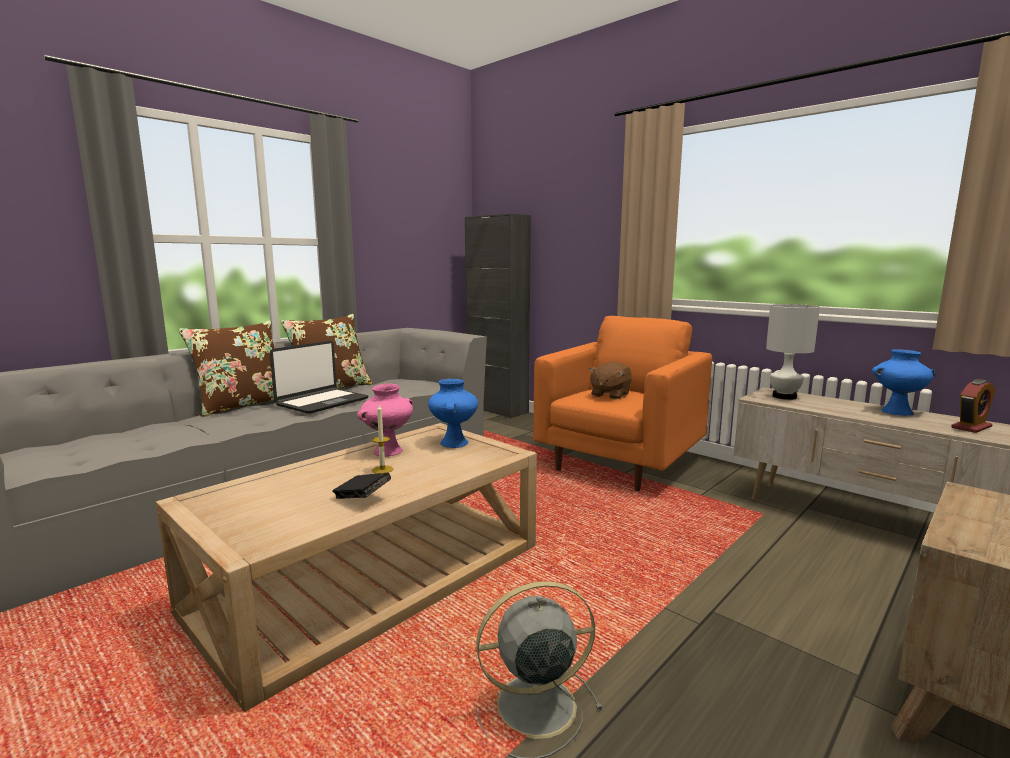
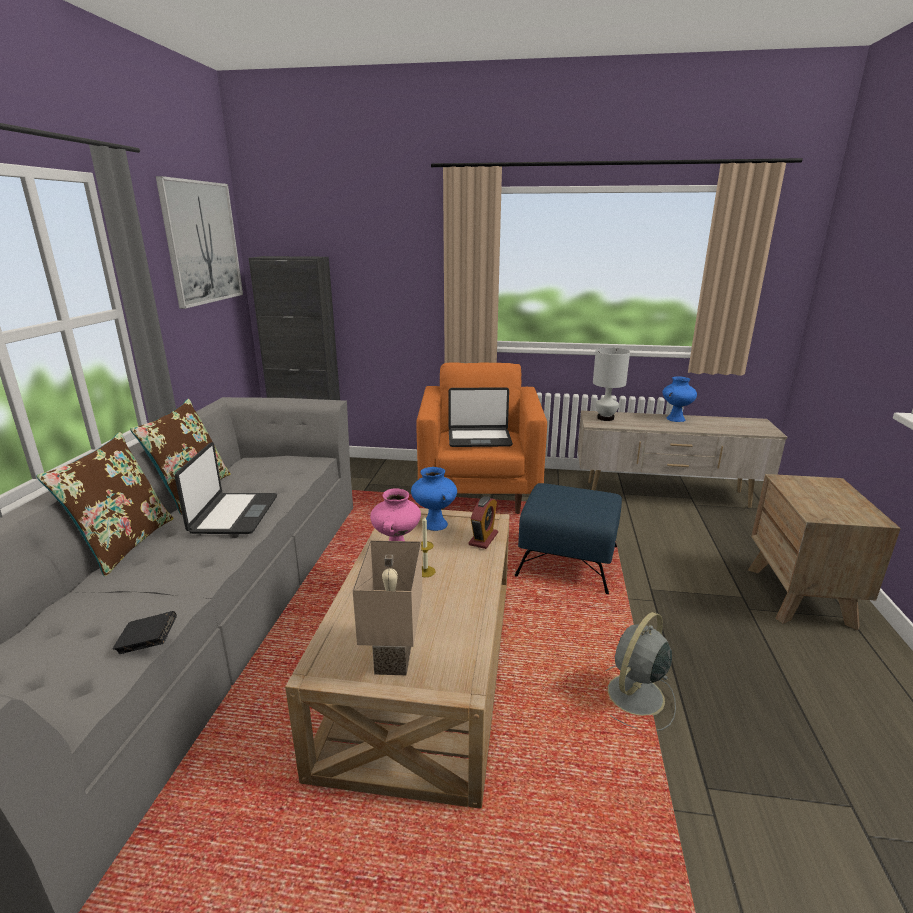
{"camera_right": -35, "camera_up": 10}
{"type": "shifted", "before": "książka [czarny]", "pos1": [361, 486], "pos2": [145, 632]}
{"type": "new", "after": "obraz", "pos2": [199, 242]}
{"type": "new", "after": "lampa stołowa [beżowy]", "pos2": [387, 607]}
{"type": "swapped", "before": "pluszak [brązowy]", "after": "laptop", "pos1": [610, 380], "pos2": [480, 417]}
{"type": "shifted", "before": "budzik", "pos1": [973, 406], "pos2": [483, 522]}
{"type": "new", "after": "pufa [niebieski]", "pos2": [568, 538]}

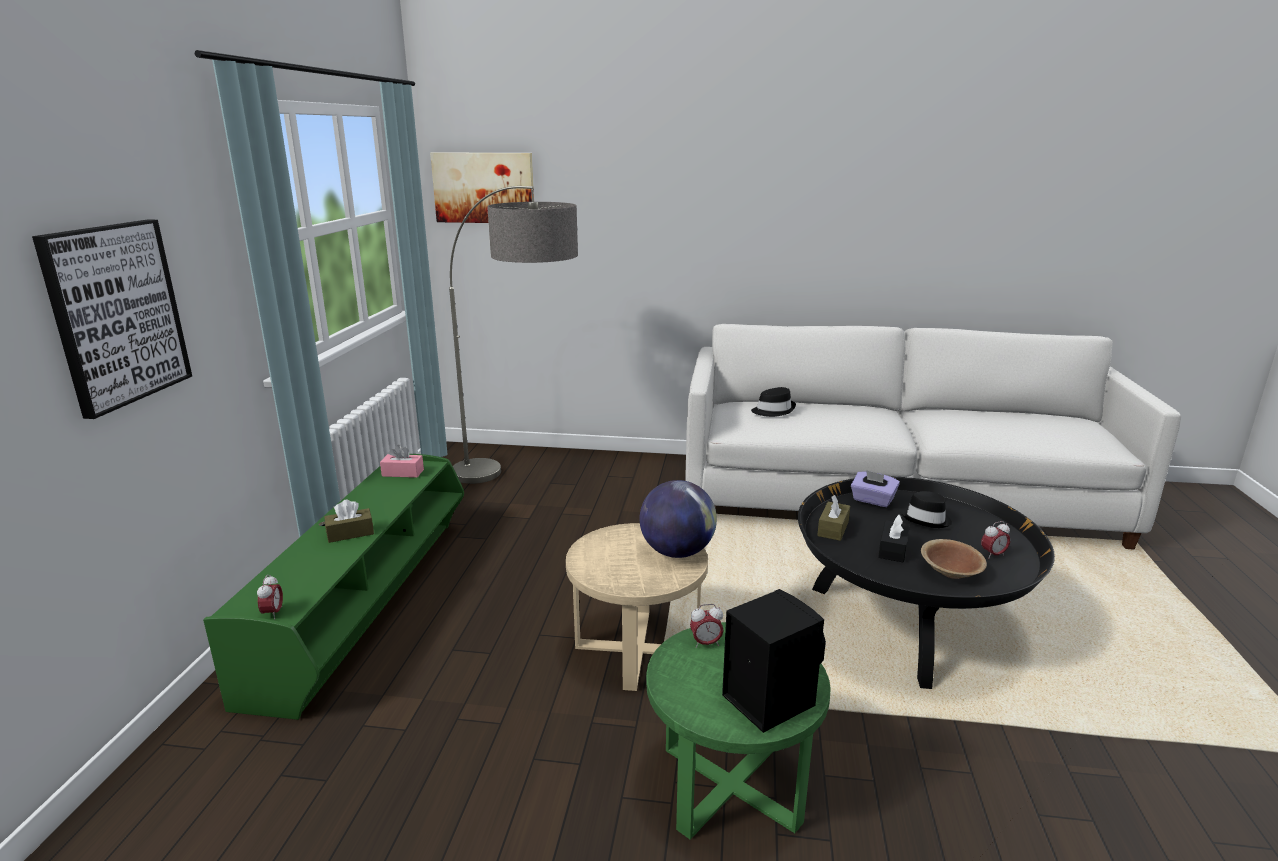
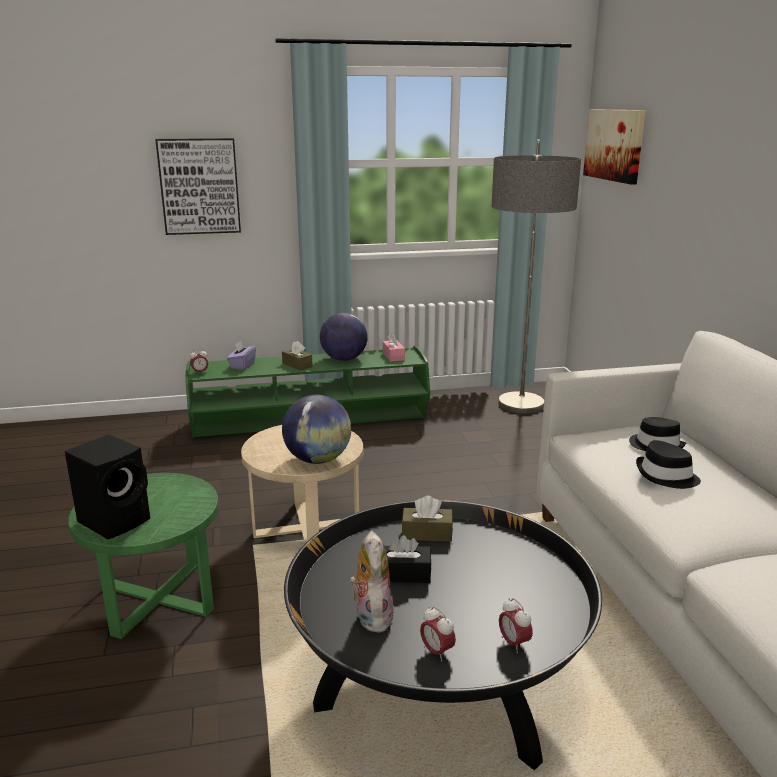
{"camera_right": 70, "camera_up": 0}
{"type": "shifted", "before": "pudełko chusteczek [fioletowy]", "pos1": [875, 488], "pos2": [241, 355]}
{"type": "new", "after": "globus", "pos2": [344, 337]}
{"type": "swapped", "before": "miska [brązowy]", "after": "pluszak", "pos1": [954, 559], "pos2": [371, 582]}
{"type": "shifted", "before": "budzik", "pos1": [707, 626], "pos2": [516, 625]}
{"type": "shifted", "before": "kapelusz [czarny]", "pos1": [926, 509], "pos2": [668, 464]}

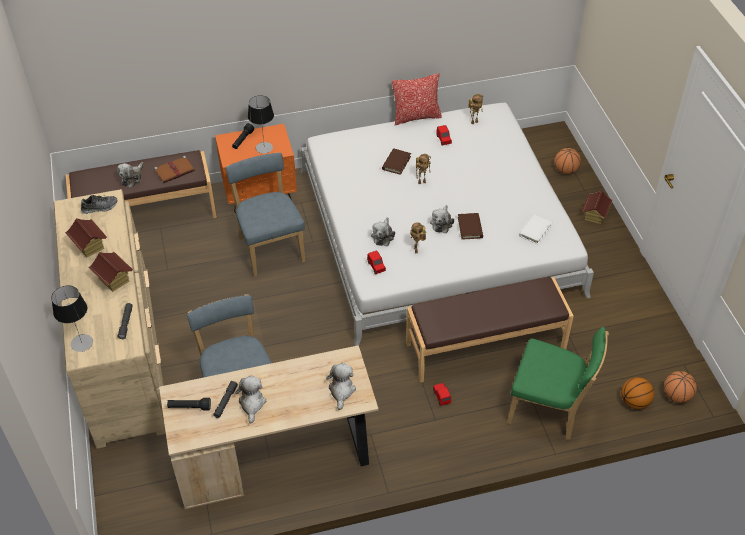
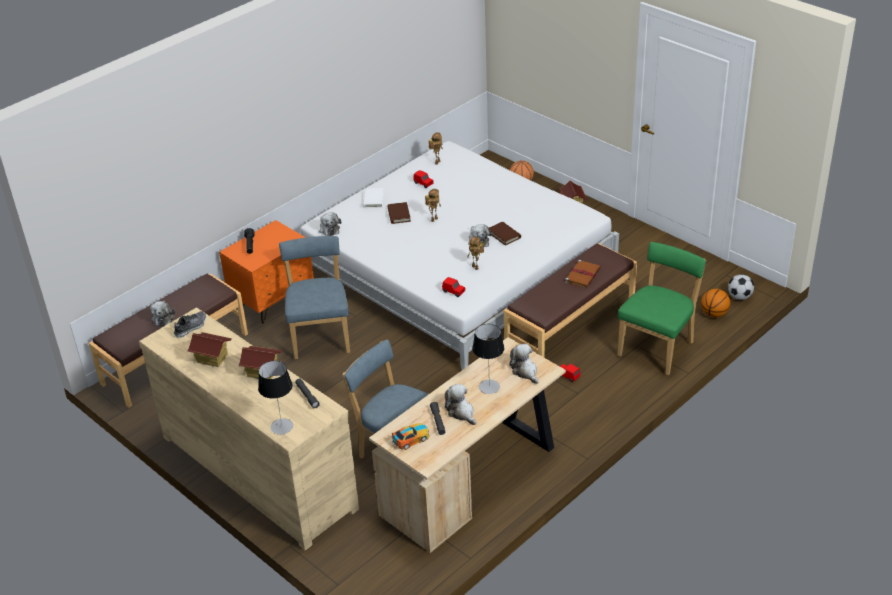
{"camera_right": -30, "camera_up": -10}
{"type": "rotated", "before": "krzesło [niebieski]", "pos1": [265, 214], "pos2": [314, 297], "turn": 45}
{"type": "shifted", "before": "pluszak", "pos1": [383, 232], "pos2": [330, 224]}
{"type": "shifted", "before": "książka [biały]", "pos1": [535, 229], "pos2": [373, 198]}
{"type": "swapped", "before": "latarka [czarny]", "after": "samochodzik", "pos1": [189, 404], "pos2": [410, 436]}
{"type": "shifted", "before": "lampa stołowa", "pos1": [261, 124], "pos2": [488, 359]}
{"type": "shifted", "before": "książka [brązowy]", "pos1": [174, 169], "pos2": [583, 274]}
{"type": "rotated", "before": "krzesło [zielony]", "pos1": [558, 384], "pos2": [661, 308], "turn": -45}
{"type": "swapped", "before": "piłka do koszykówki", "after": "piłka futbolowa", "pos1": [680, 387], "pos2": [741, 287]}
{"type": "gone", "before": "poduszka", "pos1": [417, 99]}

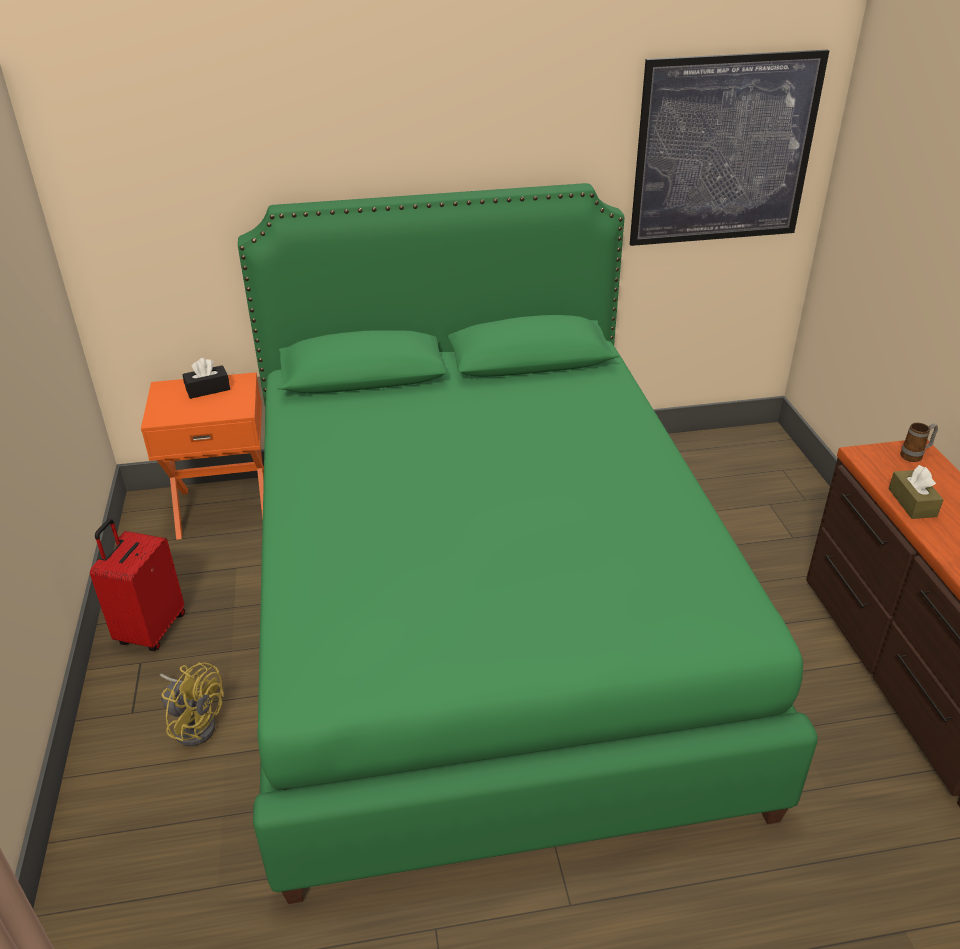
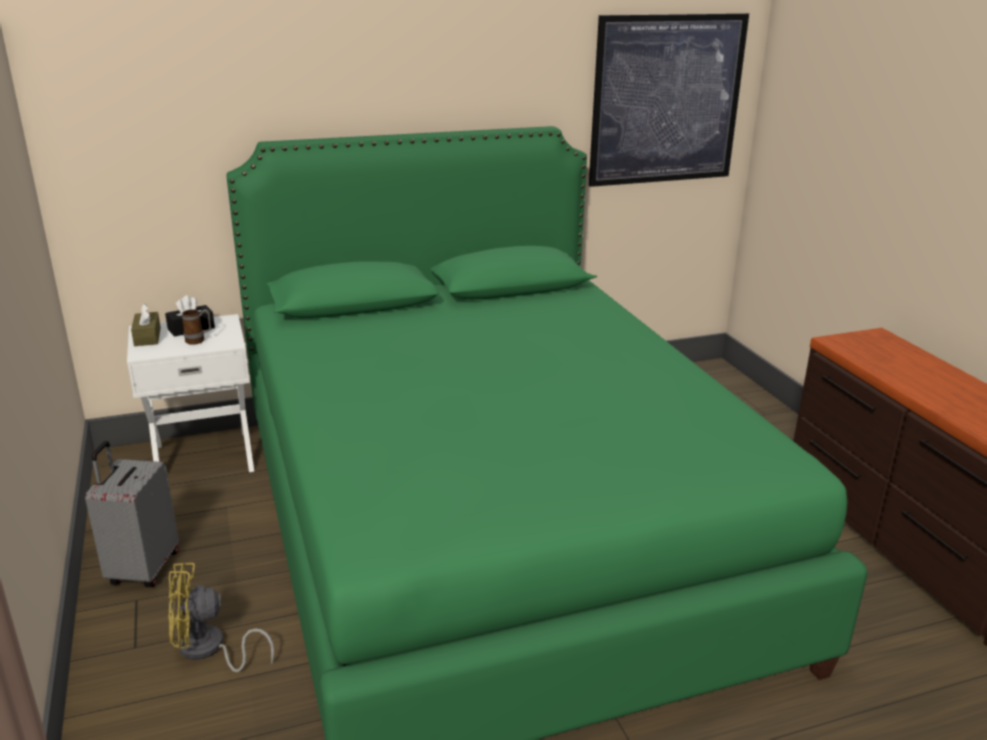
{"camera_right": -10, "camera_up": -10}
{"type": "repainted", "before": "walizka [czerwony]", "after": "walizka [szary]", "pos1": [137, 584], "pos2": [132, 514]}
{"type": "repainted", "before": "szafka nocna [pomarańczowy]", "after": "szafka nocna [biały]", "pos1": [202, 456], "pos2": [190, 393]}
{"type": "shifted", "before": "pudełko chusteczek [brązowy]", "pos1": [916, 492], "pos2": [146, 324]}
{"type": "rotated", "before": "wentylator [żółty]", "pos1": [192, 704], "pos2": [220, 617], "turn": 150}
{"type": "shifted", "before": "kubek", "pos1": [919, 442], "pos2": [196, 327]}

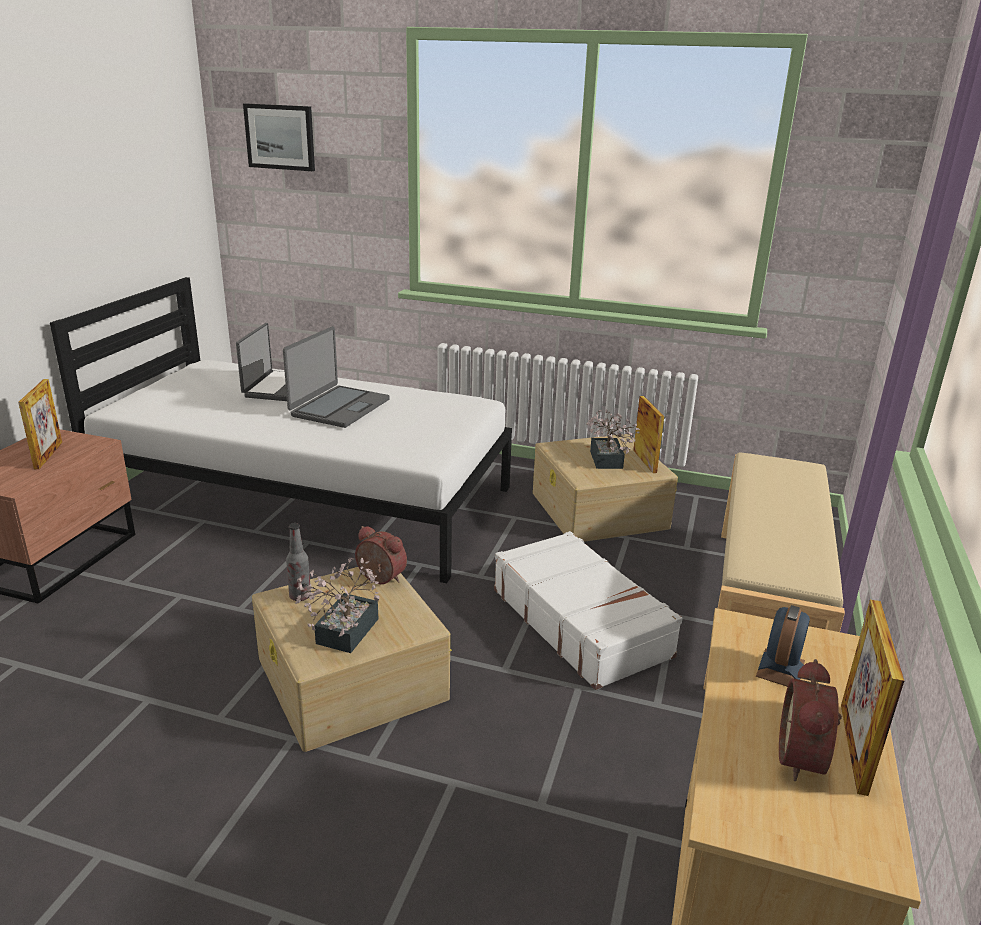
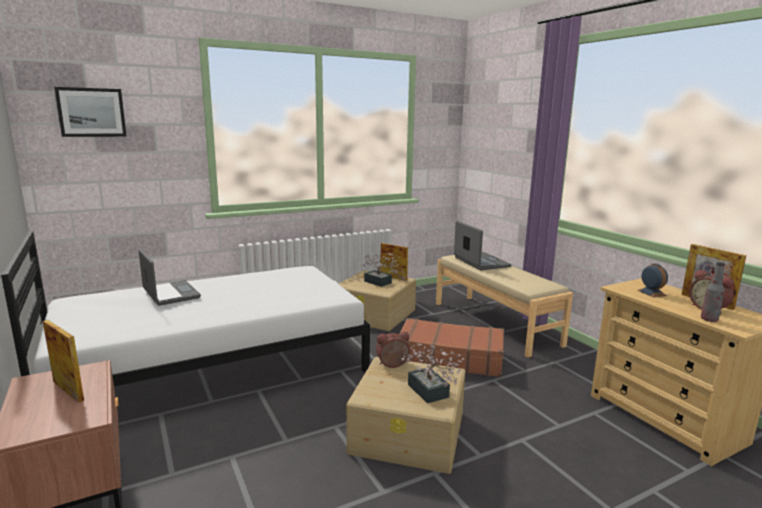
{"camera_right": -45, "camera_up": -10}
{"type": "repainted", "before": "walizka [biały]", "after": "walizka [brązowy]", "pos1": [588, 610], "pos2": [452, 347]}
{"type": "shifted", "before": "laptop", "pos1": [336, 377], "pos2": [482, 245]}
{"type": "shifted", "before": "butelka", "pos1": [298, 562], "pos2": [713, 292]}

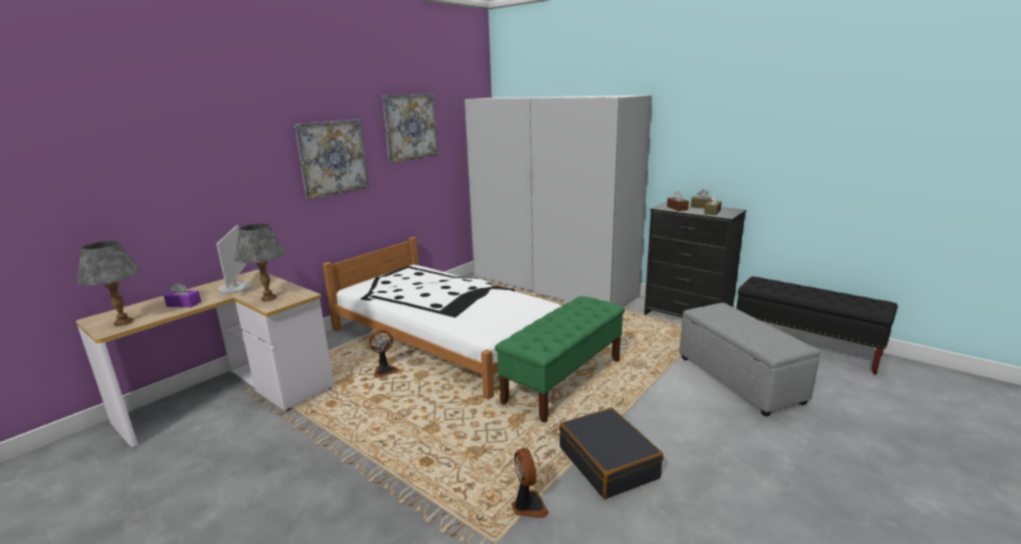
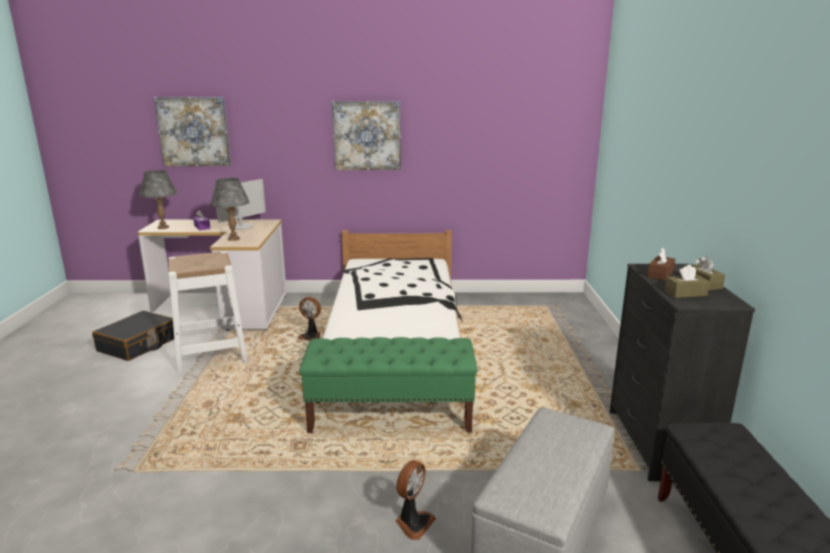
{"camera_right": 50, "camera_up": 0}
{"type": "shifted", "before": "walizka [czarny]", "pos1": [611, 453], "pos2": [133, 336]}
{"type": "shifted", "before": "obraz", "pos1": [410, 128], "pos2": [192, 131]}
{"type": "new", "after": "stołek [biały]", "pos2": [208, 312]}
{"type": "shifted", "before": "wentylator", "pos1": [530, 483], "pos2": [416, 500]}
{"type": "gone", "before": "szafa [biały]", "pos1": [558, 201]}

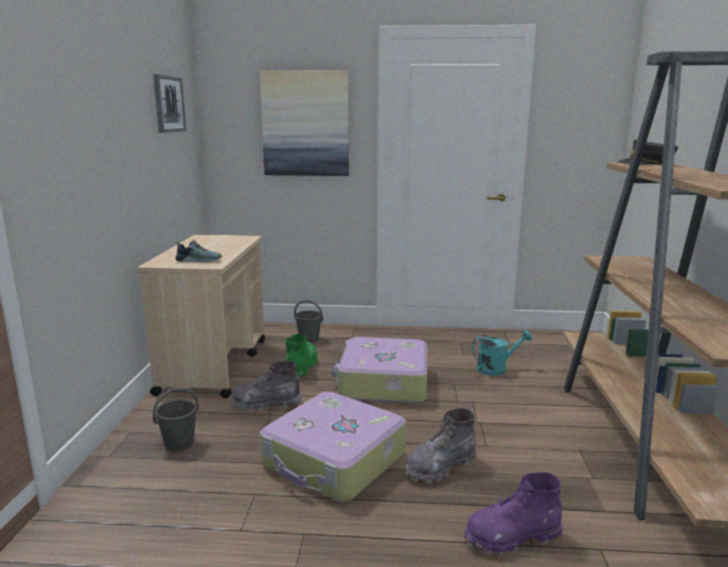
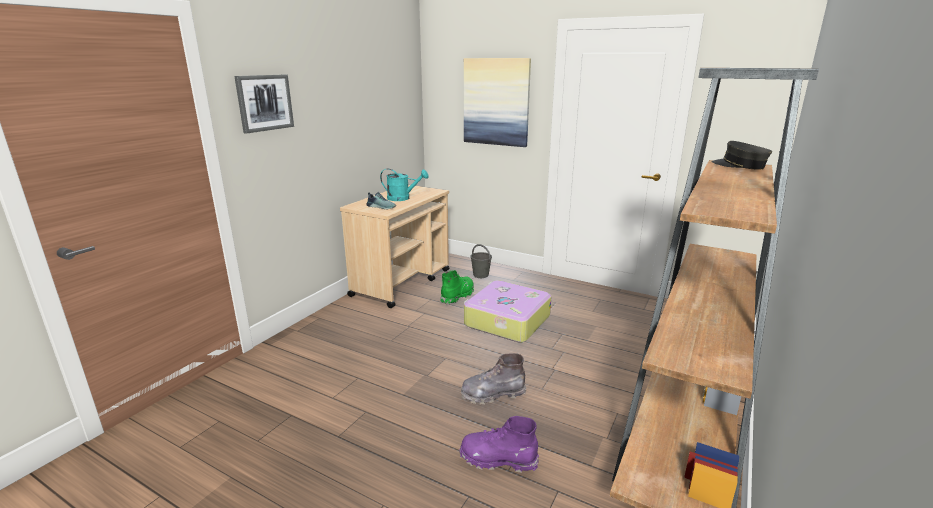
{"camera_right": 25, "camera_up": 5}
{"type": "shifted", "before": "obraz", "pos1": [169, 103], "pos2": [264, 104]}
{"type": "shifted", "before": "konewka [turkusowy]", "pos1": [502, 353], "pos2": [404, 185]}
{"type": "gone", "before": "wiadro [szary]", "pos1": [176, 419]}
{"type": "gone", "before": "but z cholewką [szary]", "pos1": [266, 386]}
{"type": "gone", "before": "walizka", "pos1": [333, 447]}

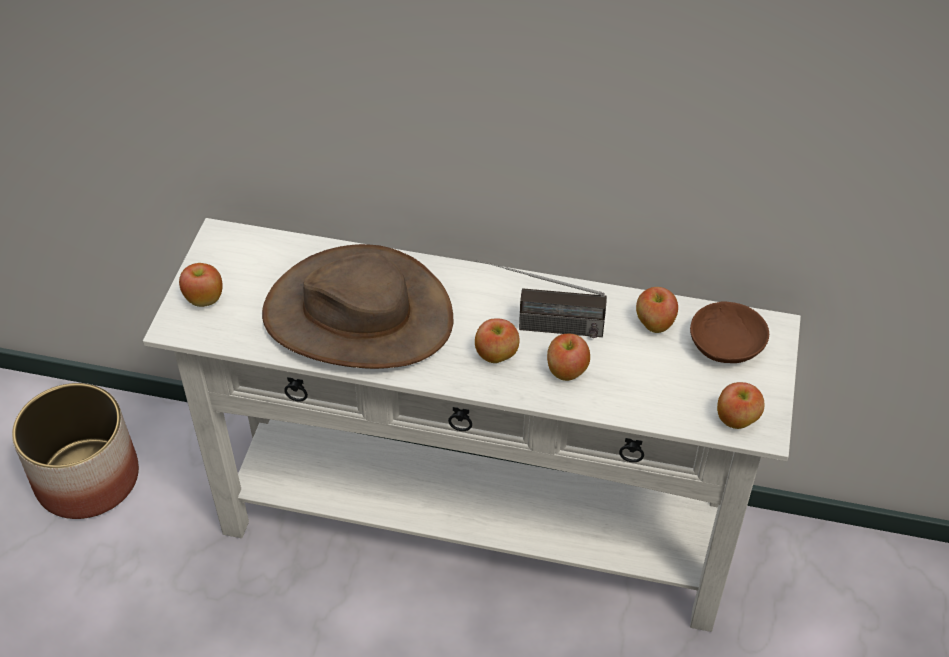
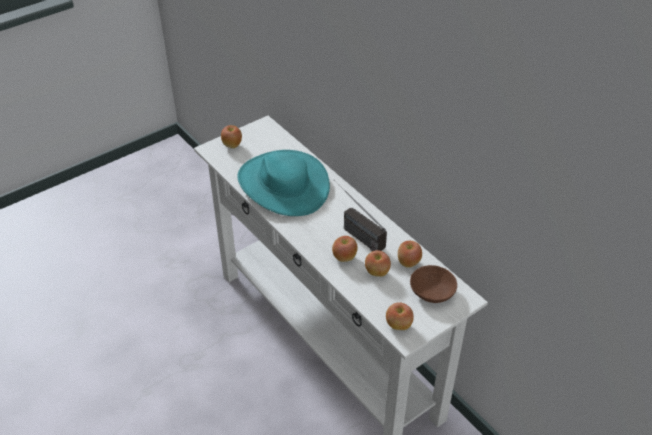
{"camera_right": 40, "camera_up": -5}
{"type": "repainted", "before": "kapelusz [brązowy]", "after": "kapelusz [turkusowy]", "pos1": [358, 306], "pos2": [283, 183]}
{"type": "shifted", "before": "jabłko", "pos1": [497, 340], "pos2": [378, 263]}
{"type": "gone", "before": "donica", "pos1": [75, 451]}

